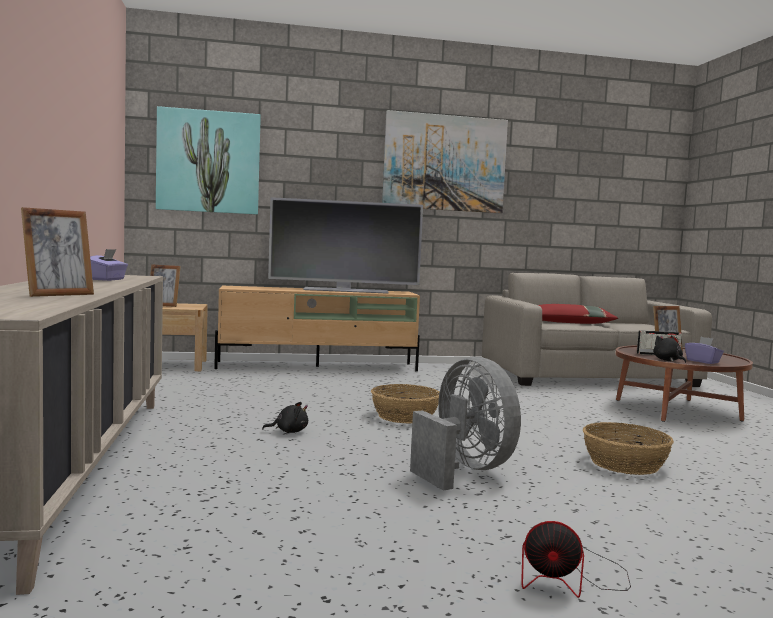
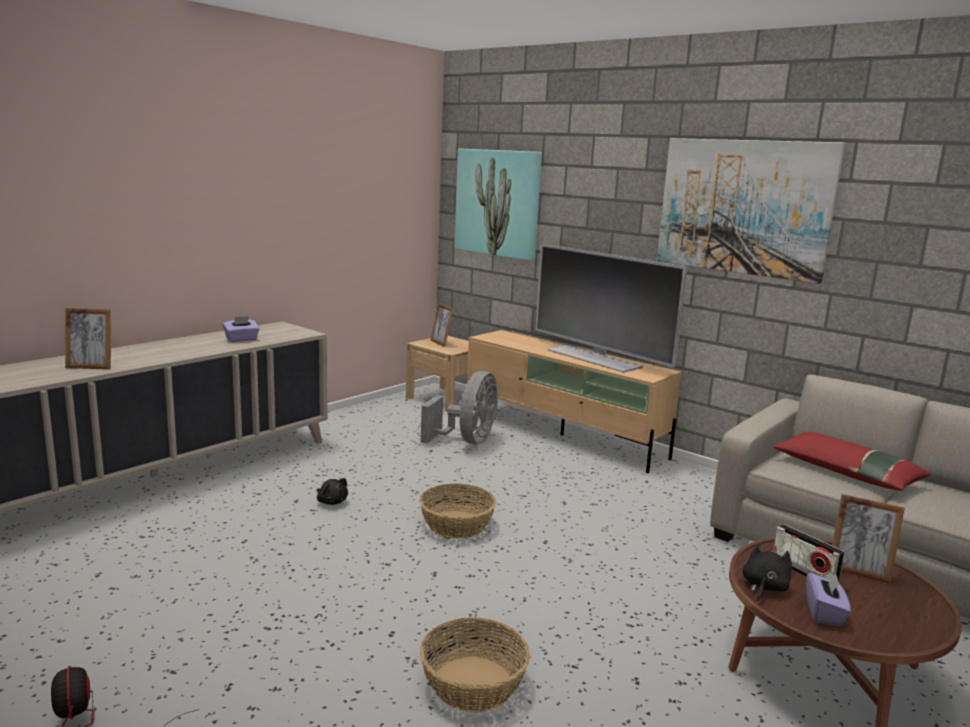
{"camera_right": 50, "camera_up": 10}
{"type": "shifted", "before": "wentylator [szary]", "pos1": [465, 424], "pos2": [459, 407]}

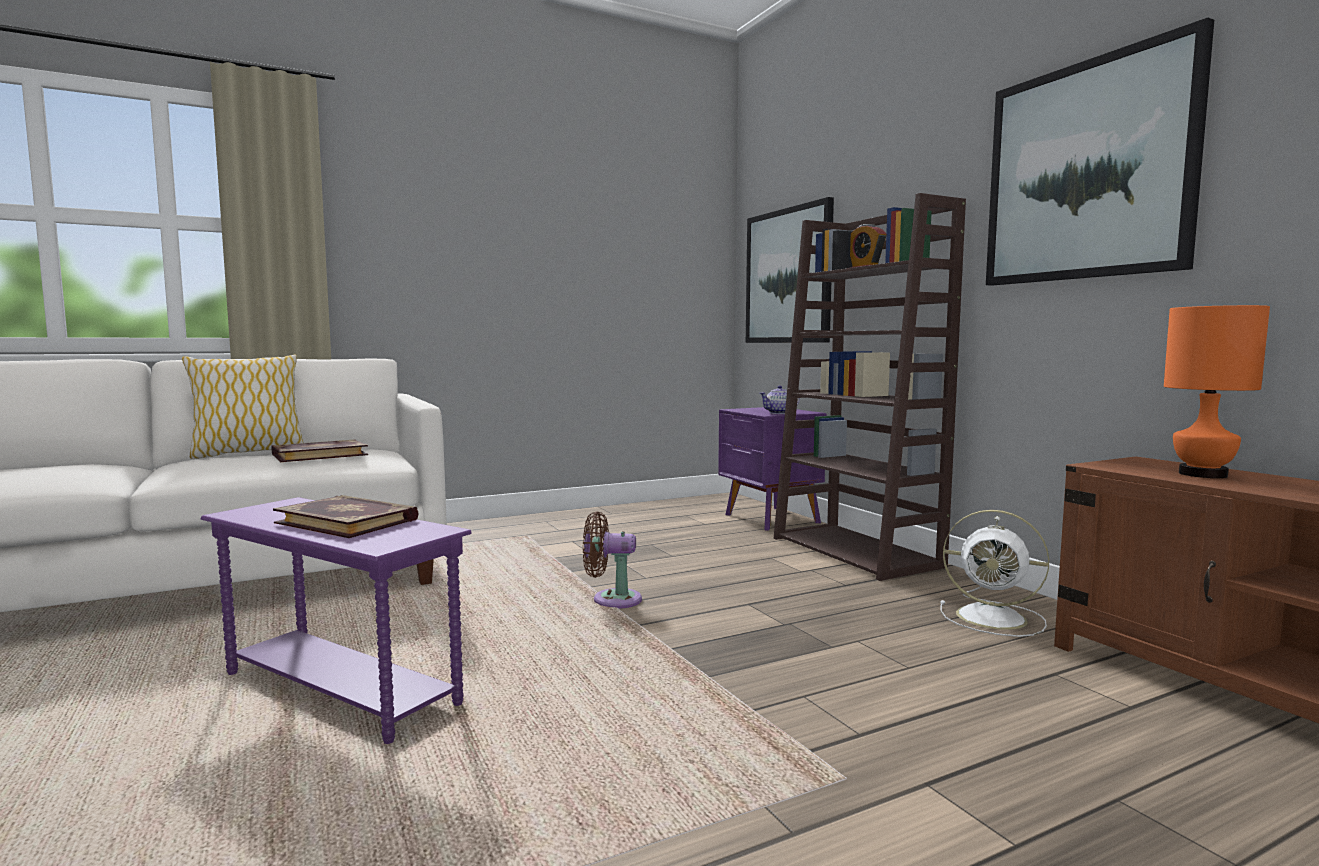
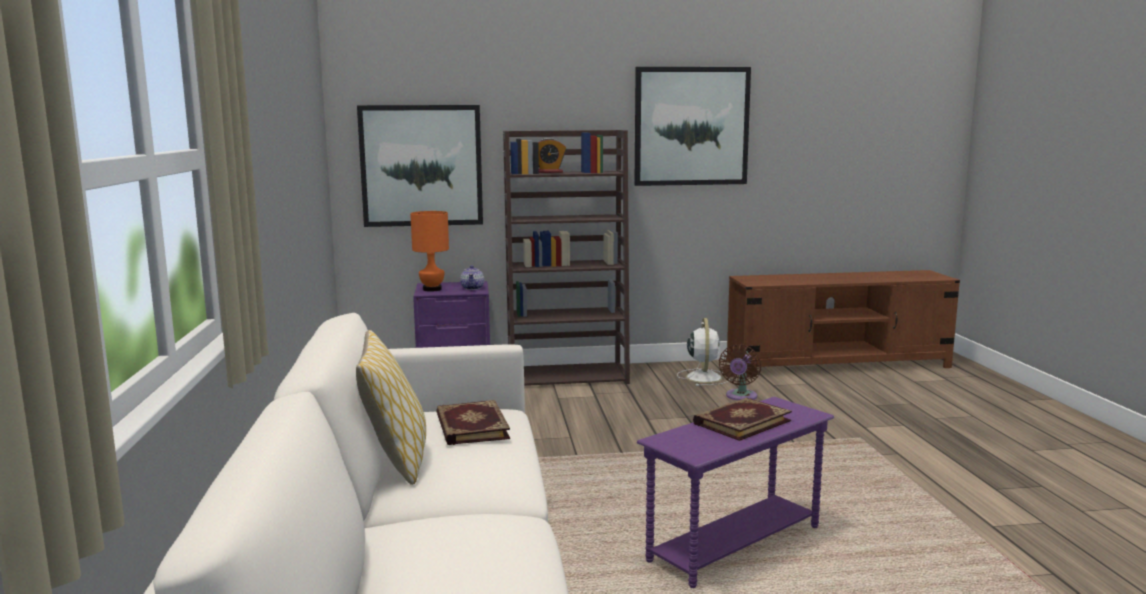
{"camera_right": -70, "camera_up": 5}
{"type": "shifted", "before": "lampa stołowa [pomarańczowy]", "pos1": [1217, 391], "pos2": [429, 251]}
{"type": "rotated", "before": "wentylator [biały]", "pos1": [994, 573], "pos2": [703, 352], "turn": -45}
{"type": "shifted", "before": "wentylator [brązowy]", "pos1": [612, 560], "pos2": [740, 372]}

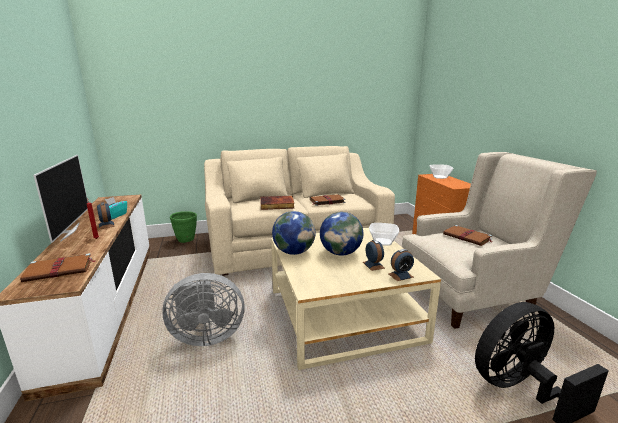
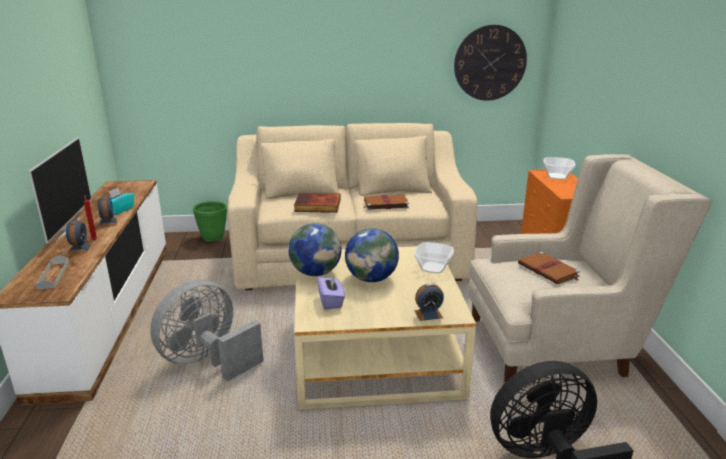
{"camera_right": 10, "camera_up": 5}
{"type": "swapped", "before": "książka [brązowy]", "after": "taca [szary]", "pos1": [58, 267], "pos2": [52, 272]}
{"type": "shifted", "before": "budzik", "pos1": [374, 255], "pos2": [79, 237]}
{"type": "rotated", "before": "wentylator [szary]", "pos1": [203, 309], "pos2": [207, 330], "turn": 135}
{"type": "new", "after": "pudełko chusteczek [fioletowy]", "pos2": [331, 291]}
{"type": "new", "after": "zegar ścienny", "pos2": [490, 63]}

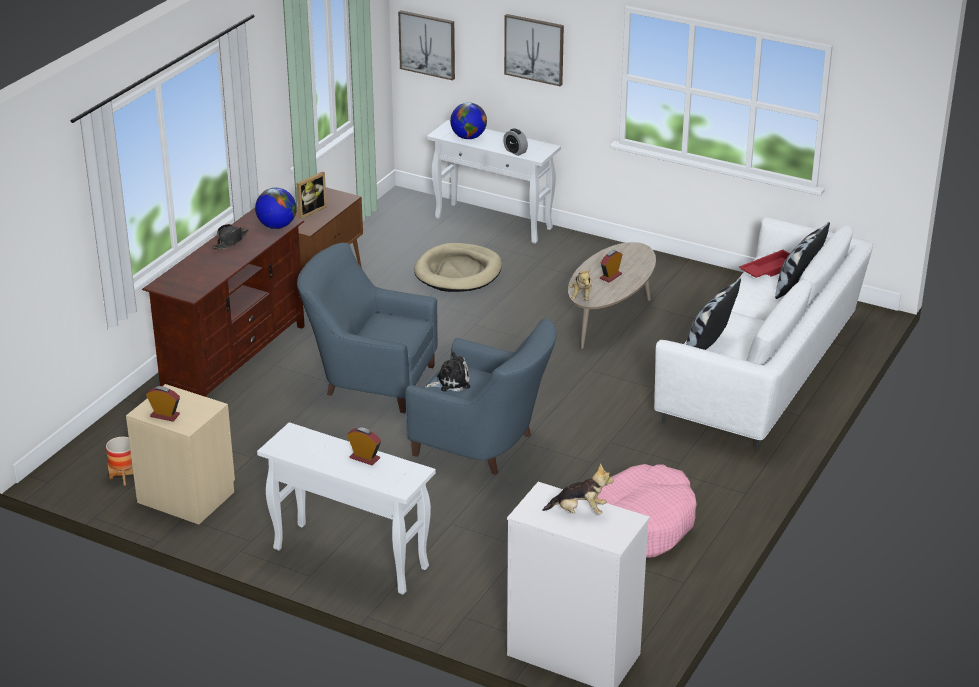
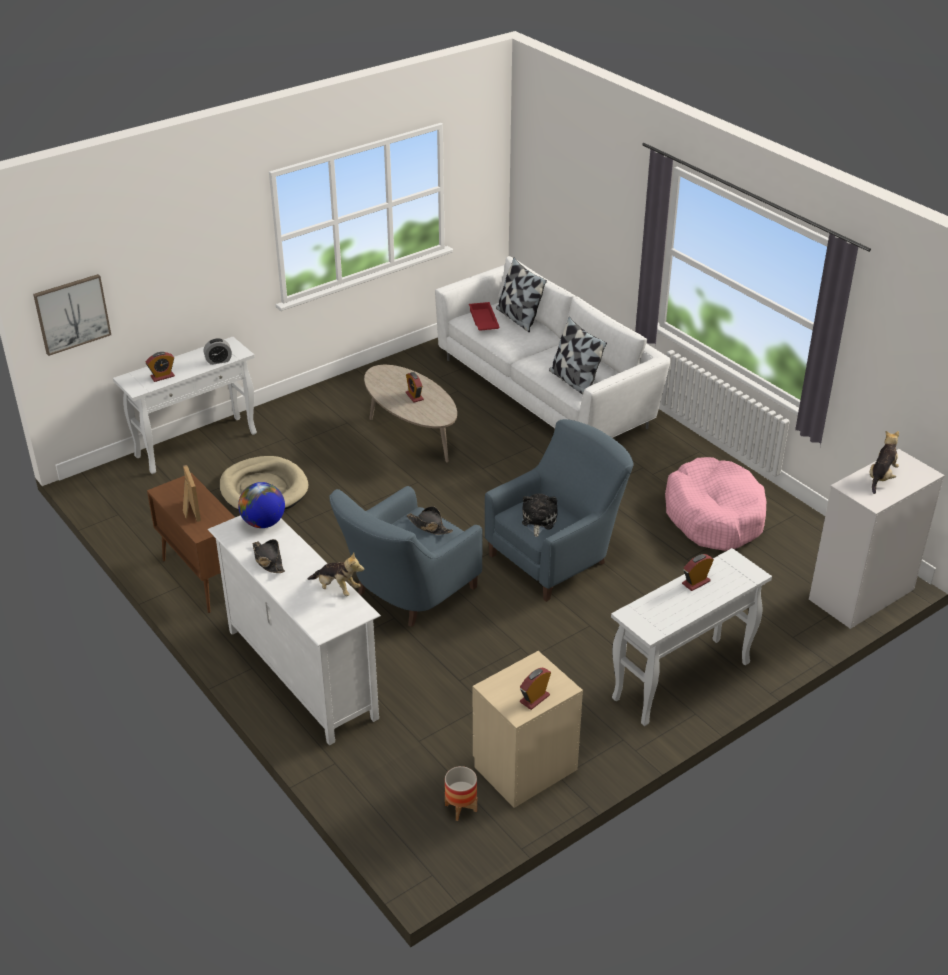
{"camera_right": -65, "camera_up": 5}
{"type": "swapped", "before": "globus", "after": "budzik", "pos1": [468, 120], "pos2": [160, 367]}
{"type": "repainted", "before": "szafka pod telewizor [brązowy]", "after": "szafka pod telewizor [biały]", "pos1": [223, 302], "pos2": [294, 630]}
{"type": "shifted", "before": "pluszak", "pos1": [580, 284], "pos2": [336, 574]}
{"type": "new", "after": "kapelusz [czarny]", "pos2": [430, 520]}
{"type": "gone", "before": "obraz", "pos1": [534, 50]}

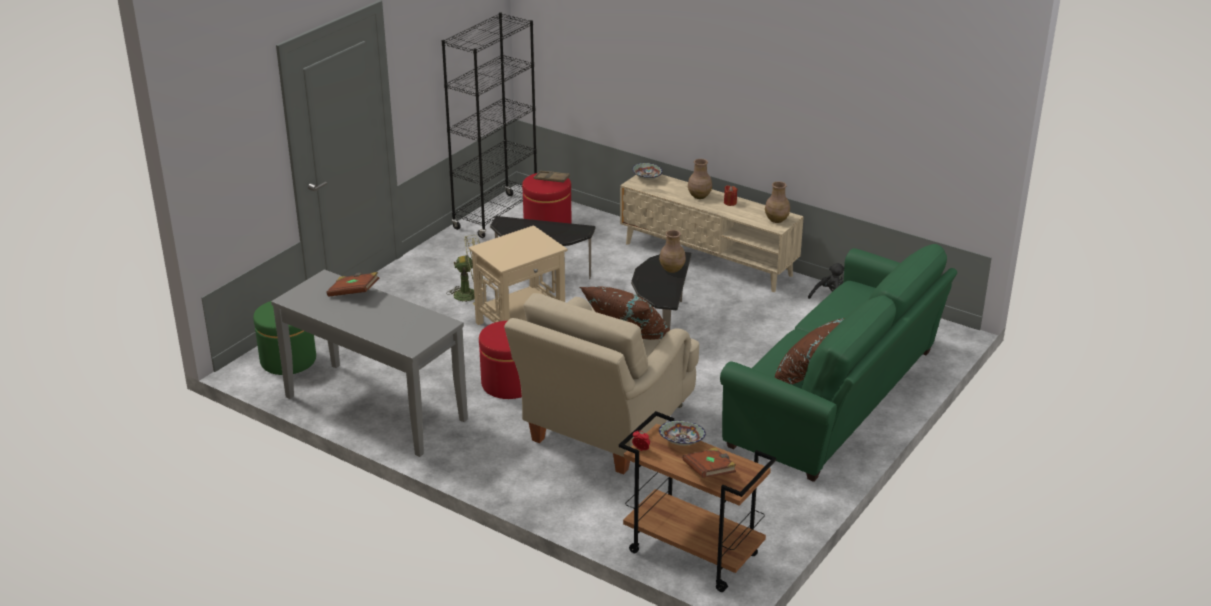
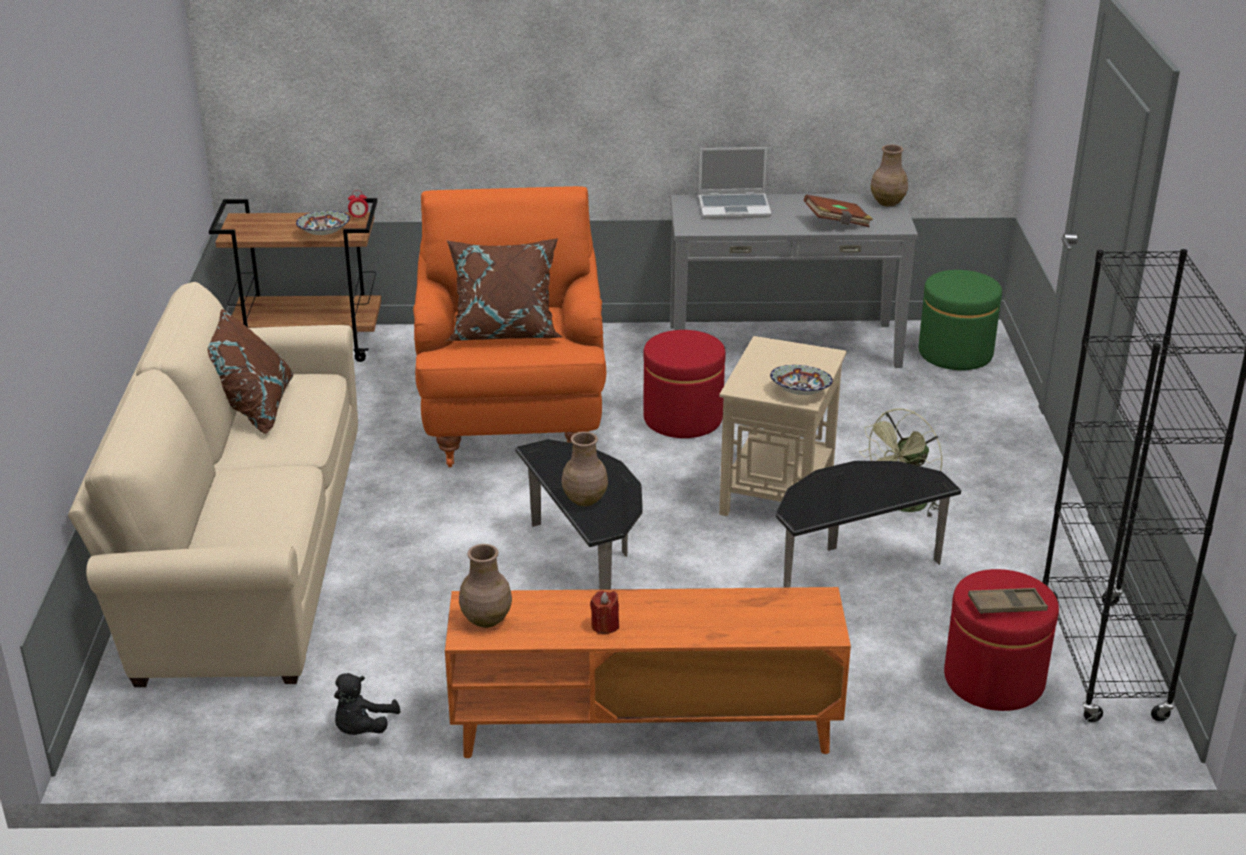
{"camera_right": 145, "camera_up": 0}
{"type": "repainted", "before": "kanapa [zielony]", "after": "kanapa [beżowy]", "pos1": [838, 363], "pos2": [213, 484]}
{"type": "repainted", "before": "fotel [beżowy]", "after": "fotel [pomarańczowy]", "pos1": [601, 384], "pos2": [509, 326]}
{"type": "repainted", "before": "szafka pod telewizor [beżowy]", "after": "szafka pod telewizor [pomarańczowy]", "pos1": [712, 233], "pos2": [648, 672]}
{"type": "new", "after": "laptop", "pos2": [735, 183]}
{"type": "shifted", "before": "miska", "pos1": [647, 171], "pos2": [801, 380]}
{"type": "shifted", "before": "wazon [brązowy]", "pos1": [700, 179], "pos2": [889, 176]}
{"type": "gone", "before": "książka [brązowy]", "pos1": [709, 463]}

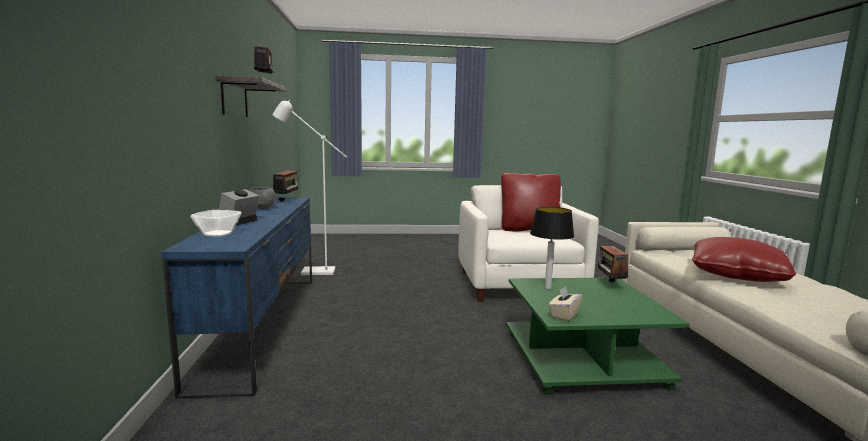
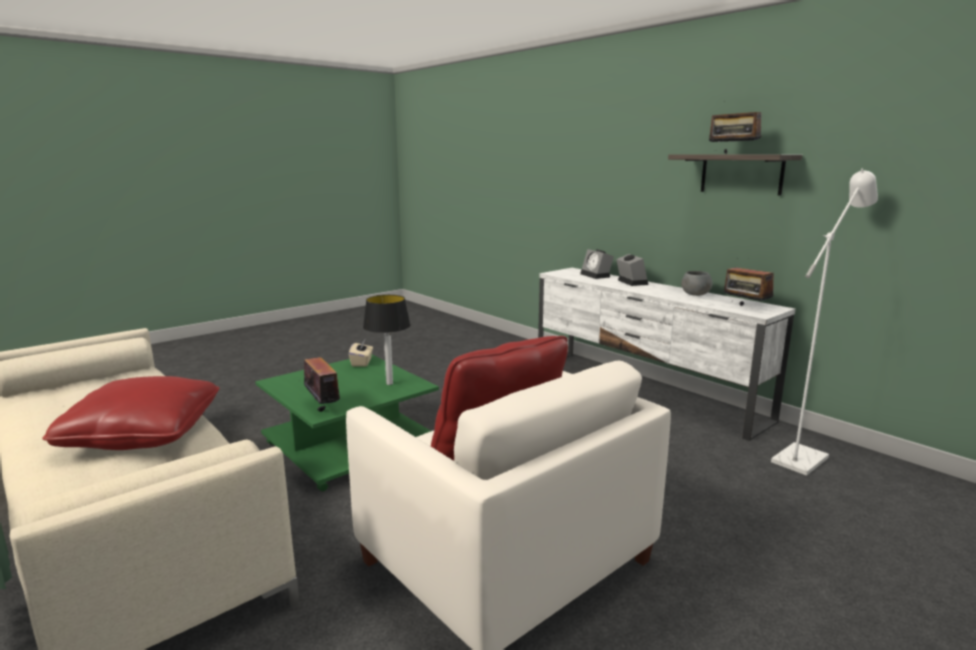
{"camera_right": 145, "camera_up": 5}
{"type": "repainted", "before": "szafka pod telewizor [niebieski]", "after": "szafka pod telewizor [biały]", "pos1": [236, 298], "pos2": [666, 354]}
{"type": "swapped", "before": "miska", "after": "budzik", "pos1": [216, 223], "pos2": [597, 264]}

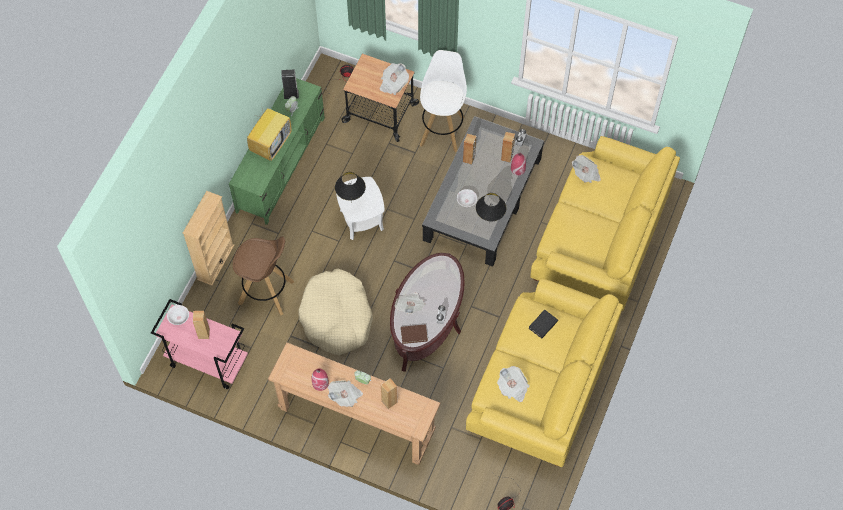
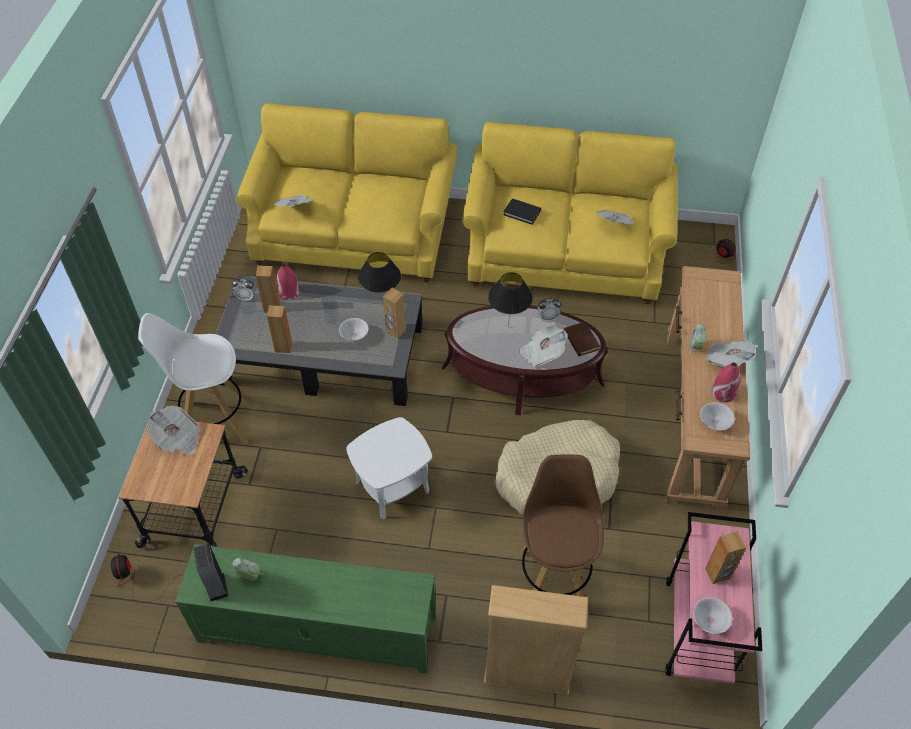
{"camera_right": -105, "camera_up": -10}
{"type": "shifted", "before": "głośnik [brązowy]", "pos1": [389, 393], "pos2": [394, 313]}
{"type": "shifted", "before": "lampa stołowa [czarny]", "pos1": [350, 187], "pos2": [510, 299]}
{"type": "new", "after": "miska [biały]", "pos2": [717, 416]}
{"type": "gone", "before": "telewizor", "pos1": [269, 132]}

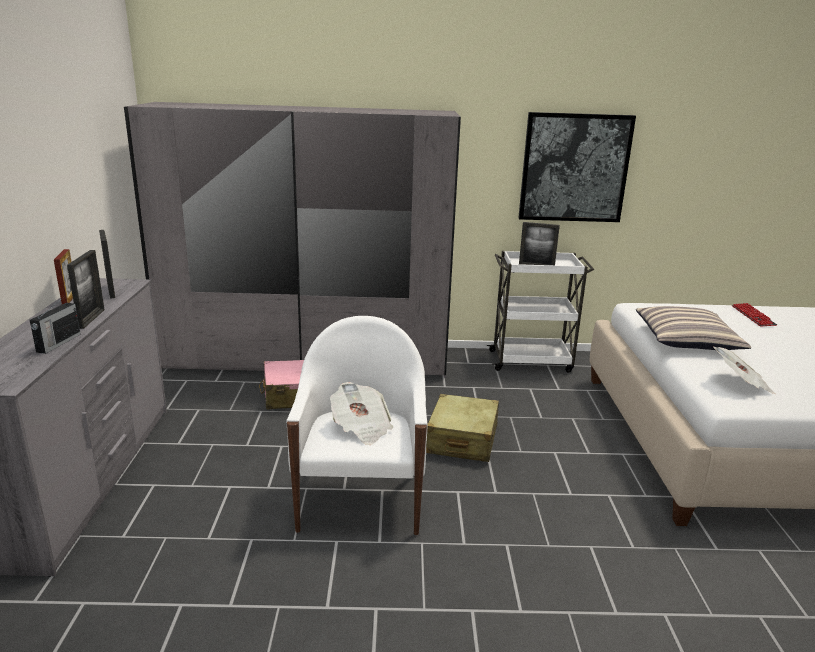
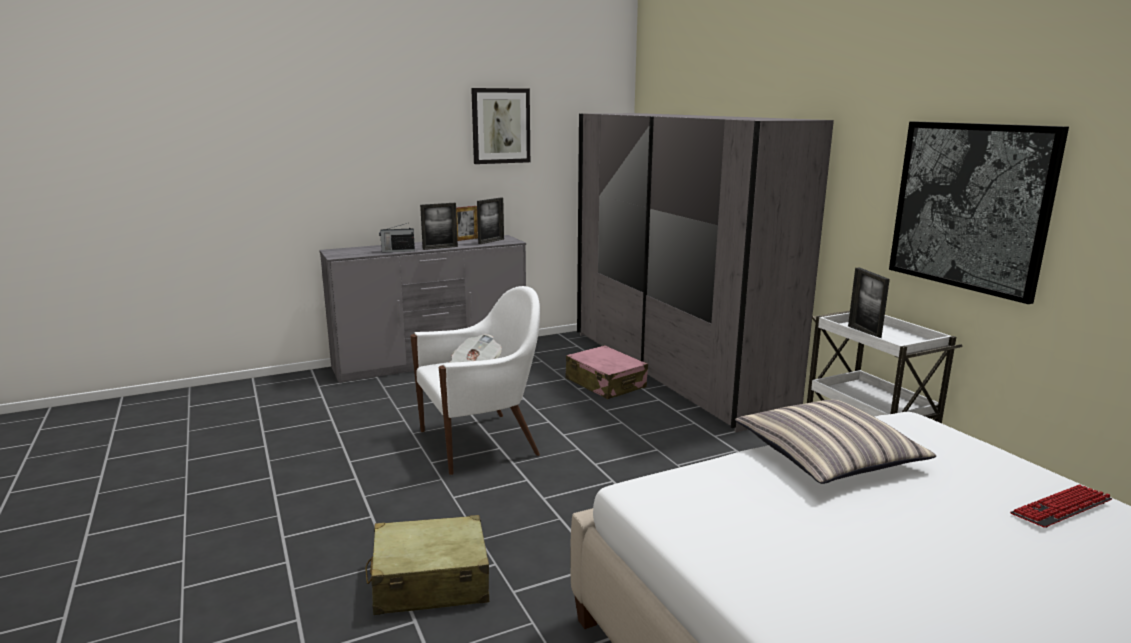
{"camera_right": 65, "camera_up": -5}
{"type": "shifted", "before": "walizka [beżowy]", "pos1": [462, 428], "pos2": [427, 565]}
{"type": "new", "after": "obraz", "pos2": [500, 126]}
{"type": "gone", "before": "gazeta", "pos1": [744, 370]}

